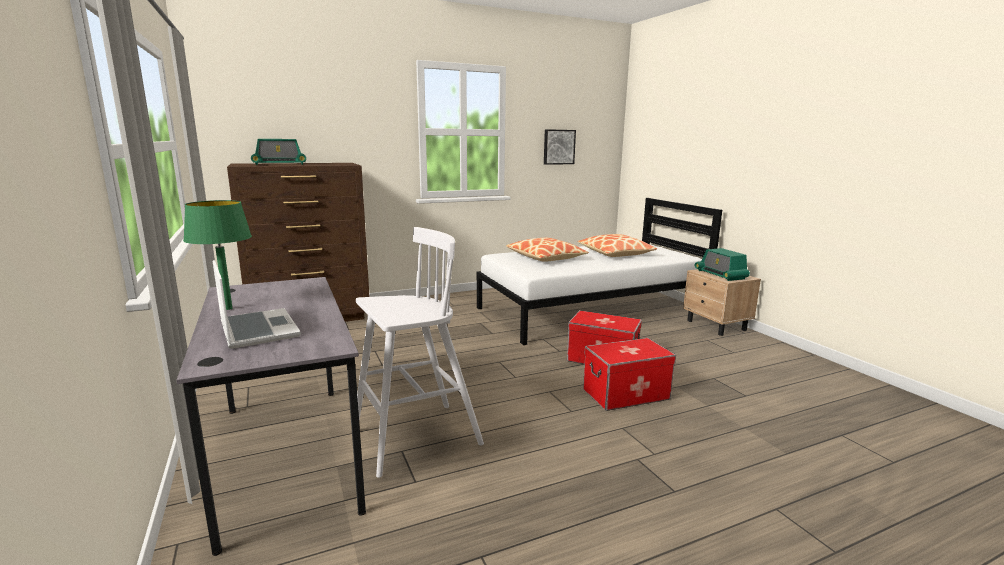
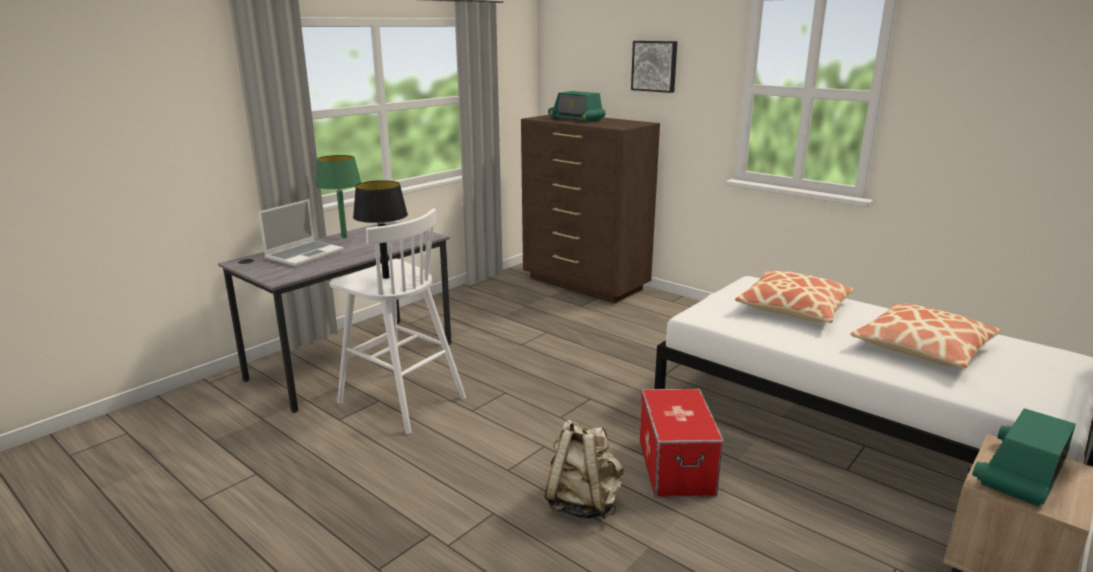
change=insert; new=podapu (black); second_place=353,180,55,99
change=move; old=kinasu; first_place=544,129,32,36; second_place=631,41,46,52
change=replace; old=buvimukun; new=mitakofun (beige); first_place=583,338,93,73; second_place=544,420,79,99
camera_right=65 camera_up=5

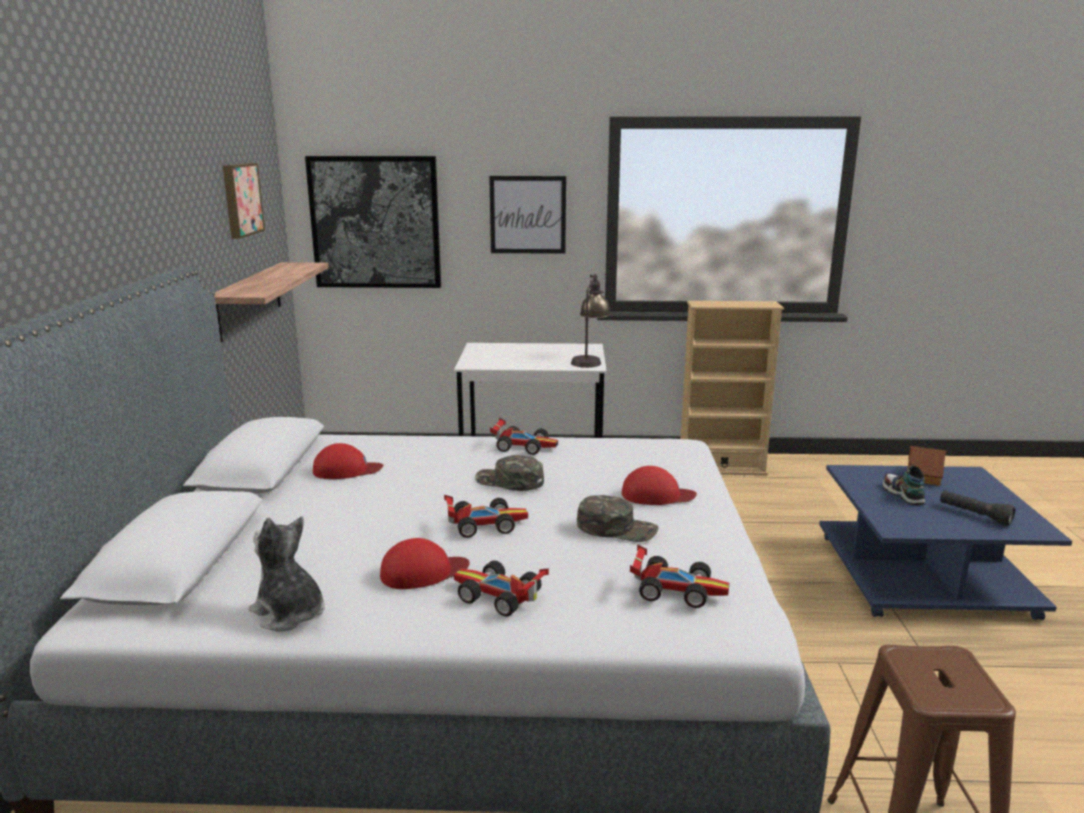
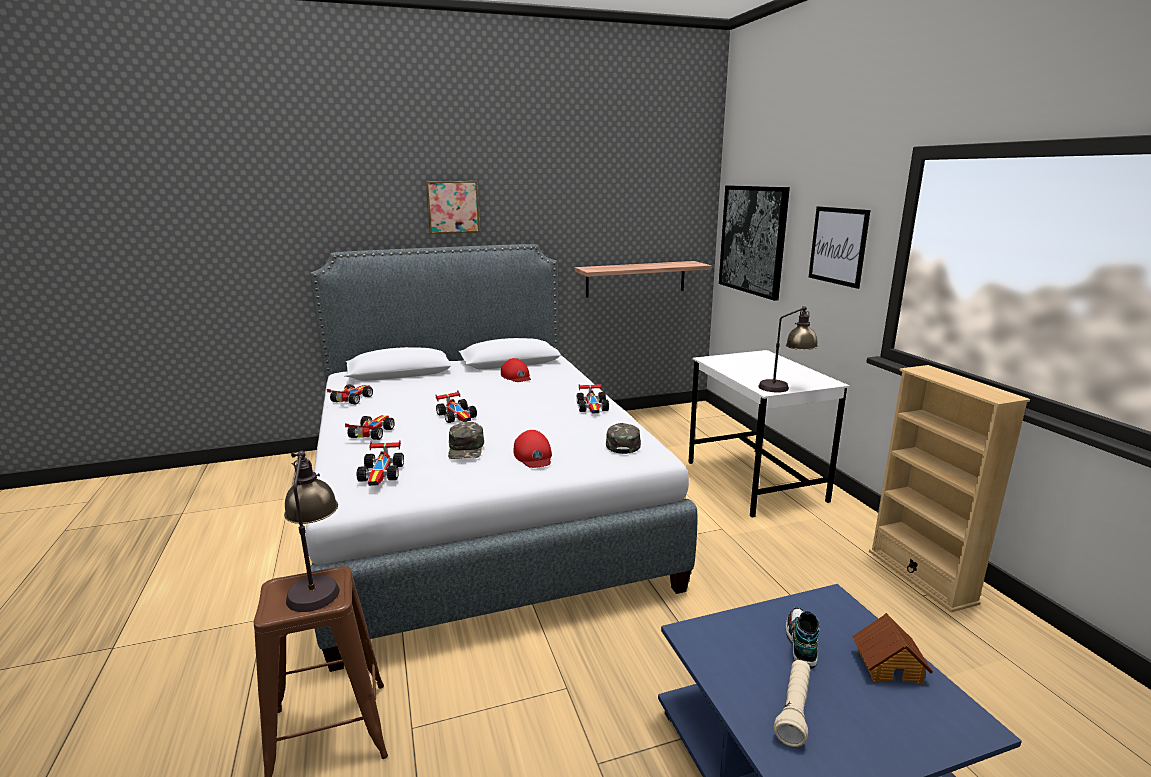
change=delete; old=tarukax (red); first_place=380,538,90,51
change=insert; new=podapu; second_place=284,451,56,161
change=move; old=kinasu; first_place=223,163,42,76; second_place=425,181,55,53
change=move; old=tarukax (green); first_place=475,455,69,36; second_place=606,423,35,31
change=replace; old=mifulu; new=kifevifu; first_place=249,517,76,115; second_place=327,384,46,20
change=recolor; old=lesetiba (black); new=lesetiba (beige); first_place=940,490,75,36; second_place=774,660,36,87
change=rotate; old=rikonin; first_place=883,466,42,39; second_place=786,608,34,61; degrees=-45
camera_right=70 camera_up=0

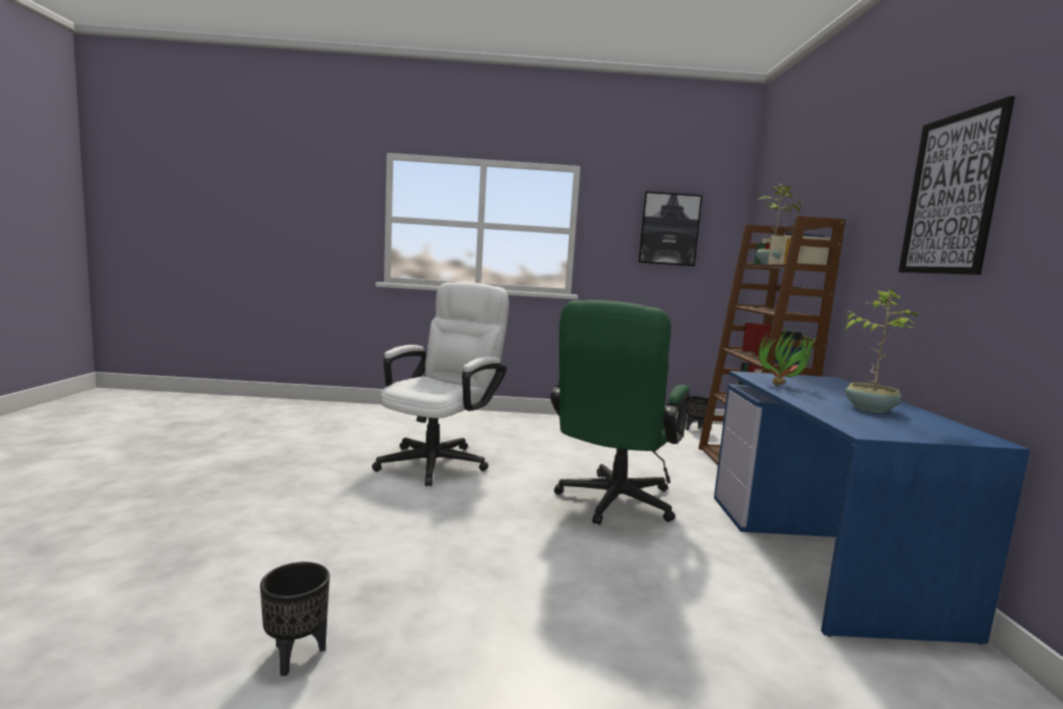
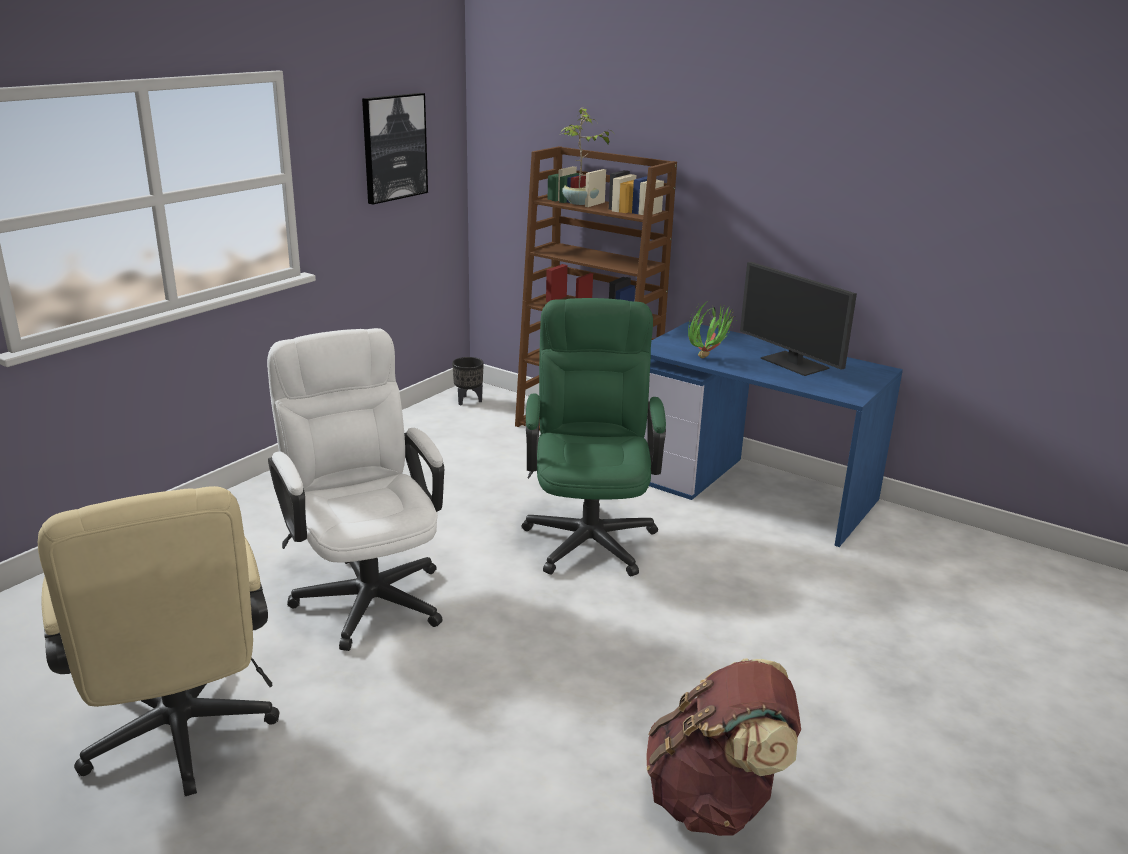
change=delete; old=kinasu; first_place=899,96,116,179
change=insert; new=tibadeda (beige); second_place=38,486,241,310
change=replace; old=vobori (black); new=mitakofun (brown); first_place=260,562,70,114; second_place=646,658,155,178
change=replace; old=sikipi; new=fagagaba; first_place=841,289,79,124; second_place=740,262,117,114
change=rotate; old=tibadeda (green); first_place=550,300,140,225; second_place=522,298,144,279; degrees=-150
camera_right=-55 camera_up=15

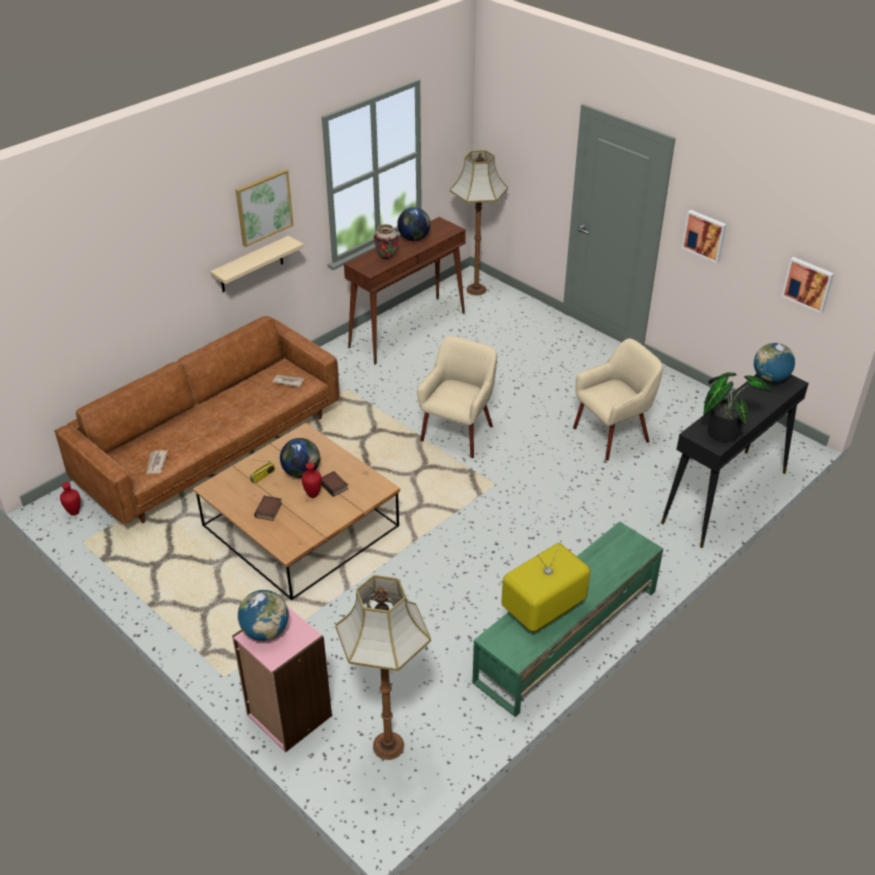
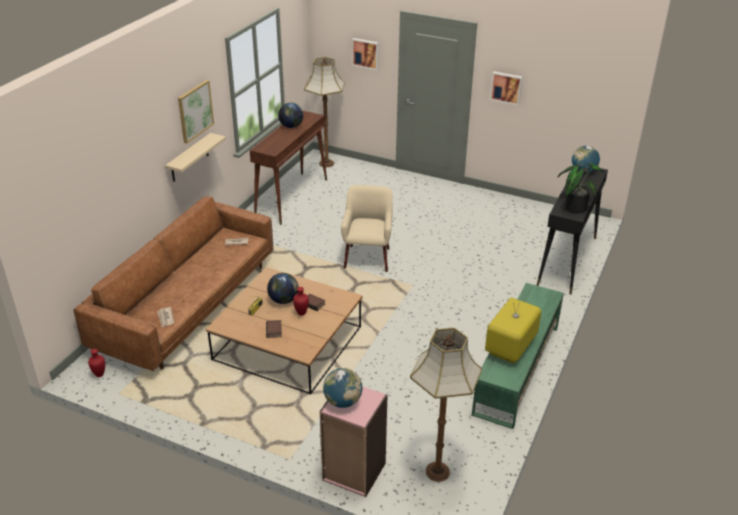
change=delete; old=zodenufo; first_place=374,224,24,36
change=delete; old=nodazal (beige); first_place=573,338,90,123
change=move; old=kinasu; first_place=782,257,52,57; second_place=352,38,27,32
camera_right=-20 camera_up=-5

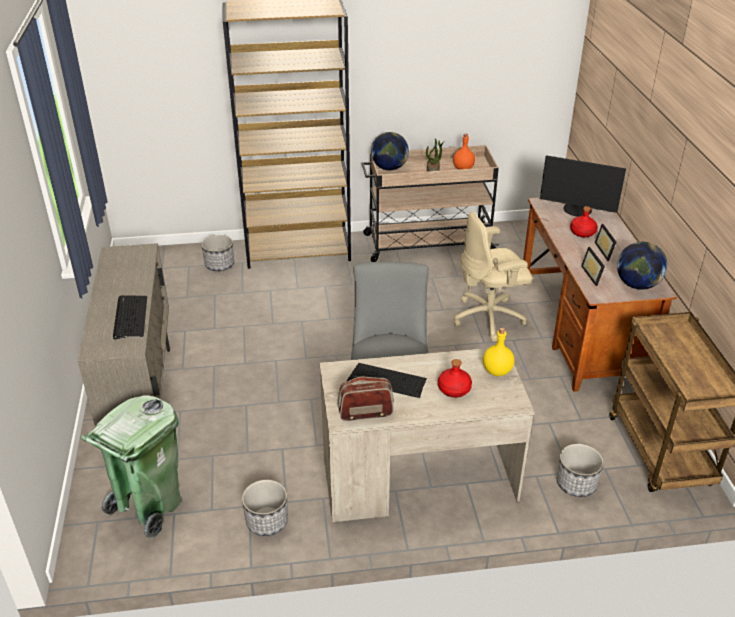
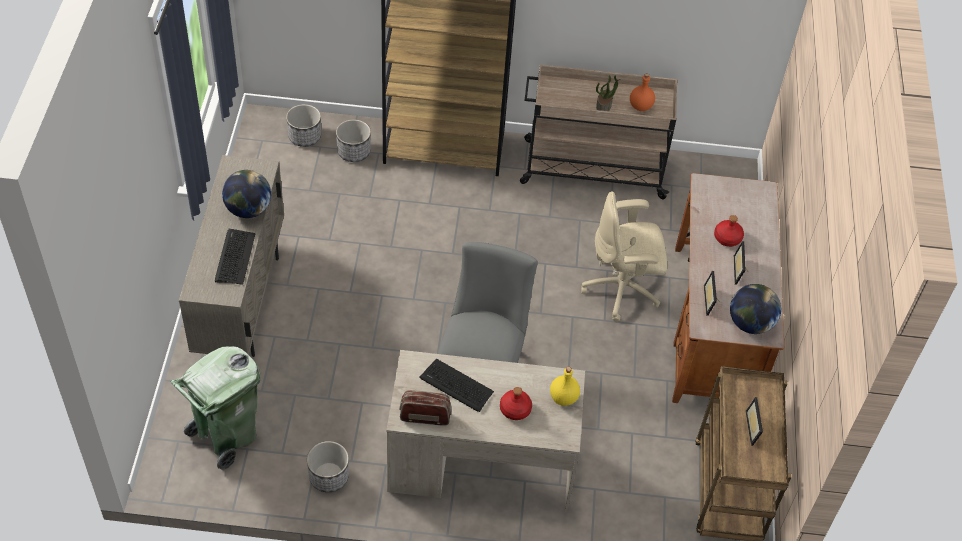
change=delete; old=fagagaba; first_place=540,155,86,62
change=insert; new=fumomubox; second_place=745,397,19,49
change=move; old=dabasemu; first_place=371,132,38,38; second_place=222,170,49,48
change=move; old=vobori; first_place=557,444,47,53; second_place=286,104,35,43
camera_right=10 camera_up=15

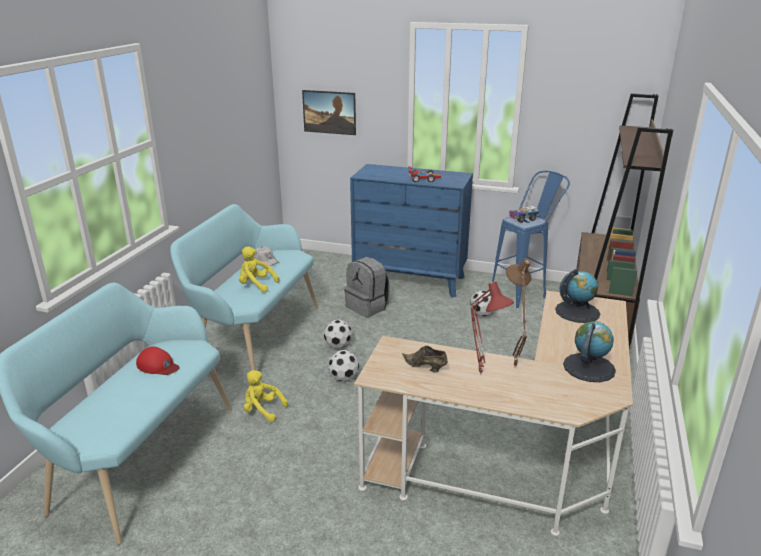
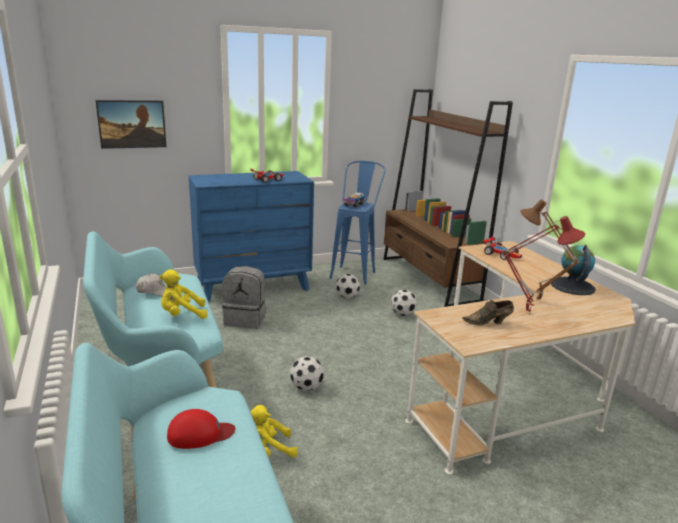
change=move; old=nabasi; first_place=324,320,28,28; second_place=391,290,26,26
change=replace; old=dabasemu; new=kifevifu; first_place=555,269,45,54; second_place=482,236,40,24
camera_right=-40 camera_up=-5

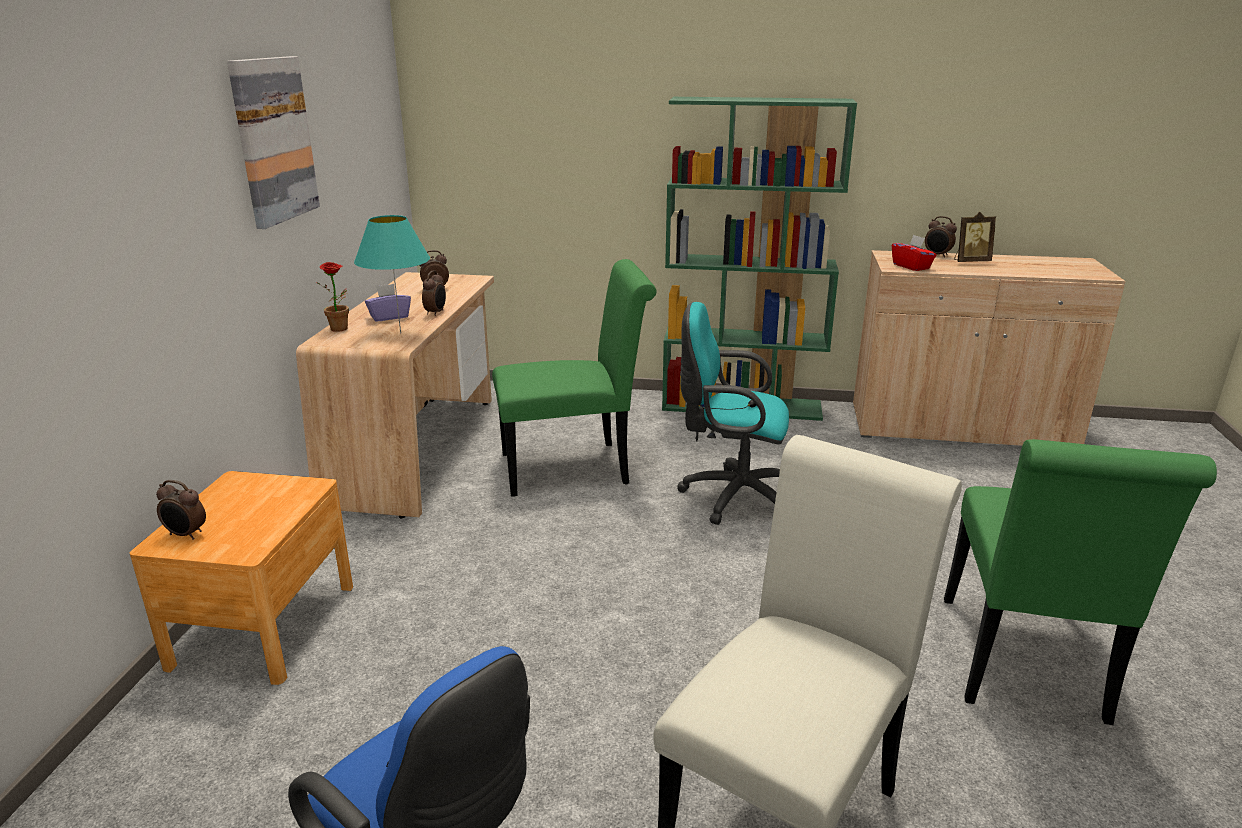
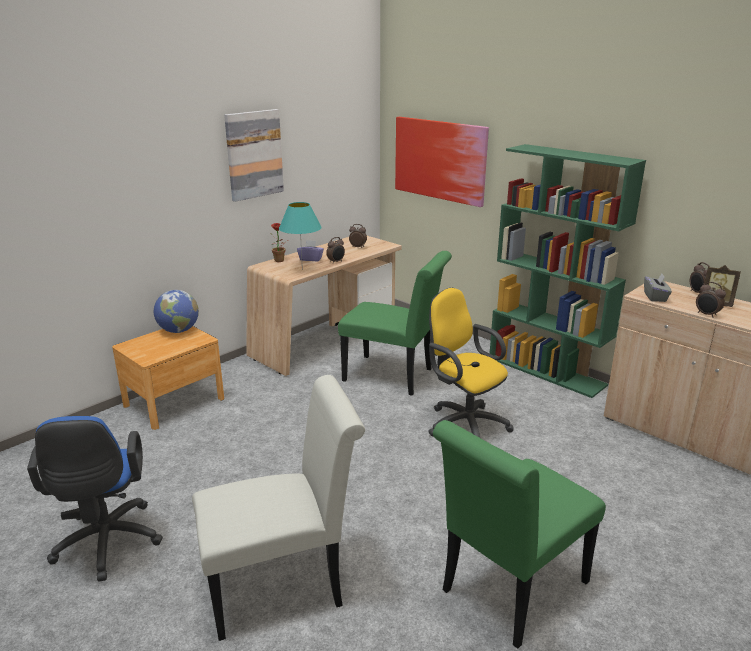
change=insert; new=dabasemu; second_place=154,290,45,43
change=insert; new=kinasu; second_place=395,117,94,90
change=move; old=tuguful; first_place=156,480,50,60; second_place=696,282,30,36
change=recolor; old=tibadeda (turquoise); new=tibadeda (yellow); first_place=677,302,112,223; second_place=428,288,86,150
change=recolor; old=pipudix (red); new=pipudix (grey); first_place=892,235,45,36; second_place=644,274,28,28
camera_right=35 camera_up=0

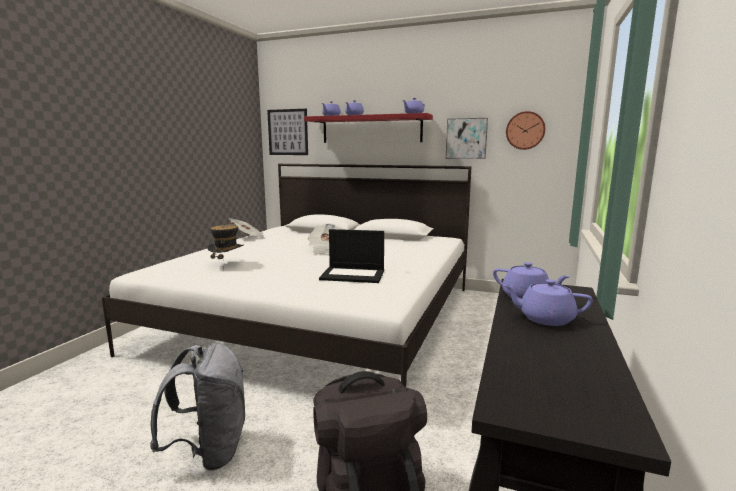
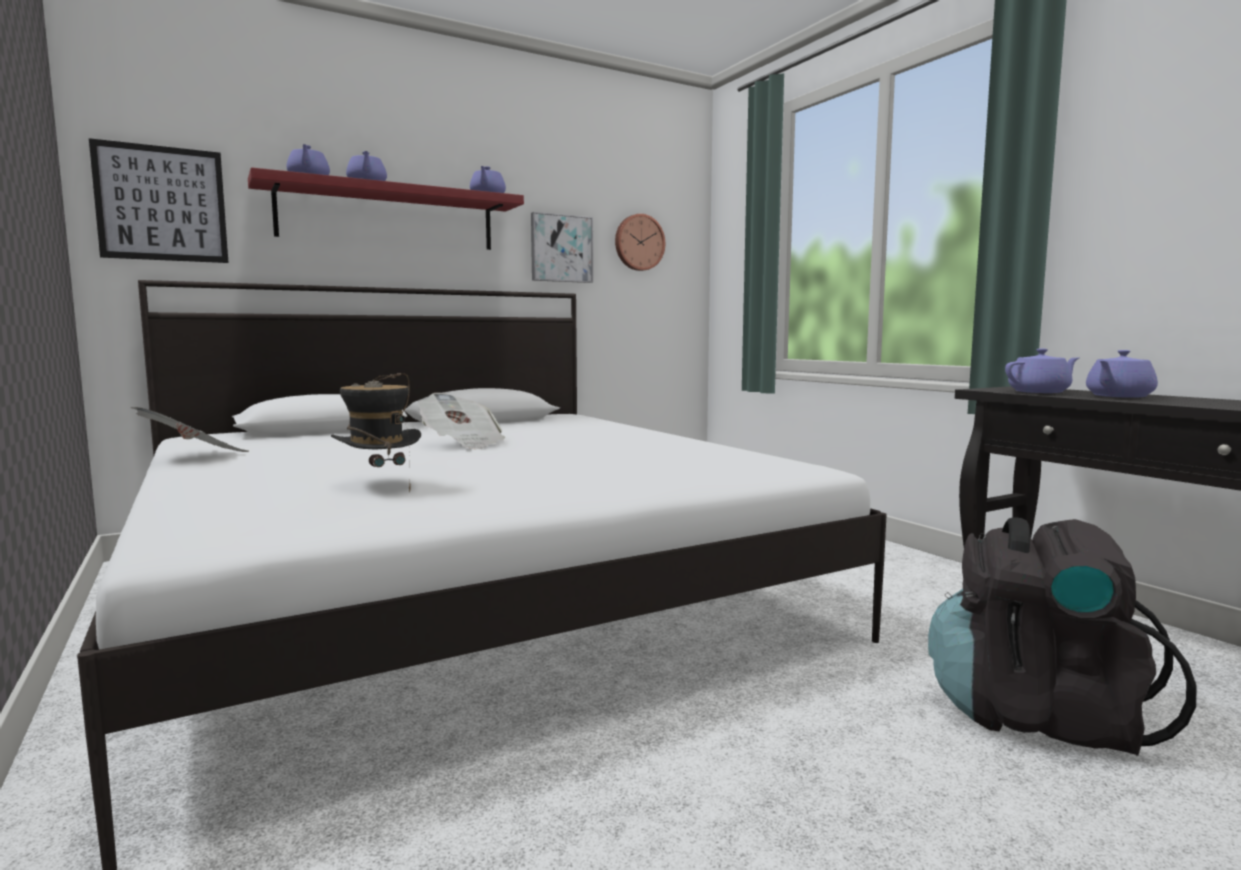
change=delete; old=mitakofun (grey); first_place=150,343,95,128
change=delete; old=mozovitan; first_place=319,229,65,54
camera_right=-50 camera_up=-5

